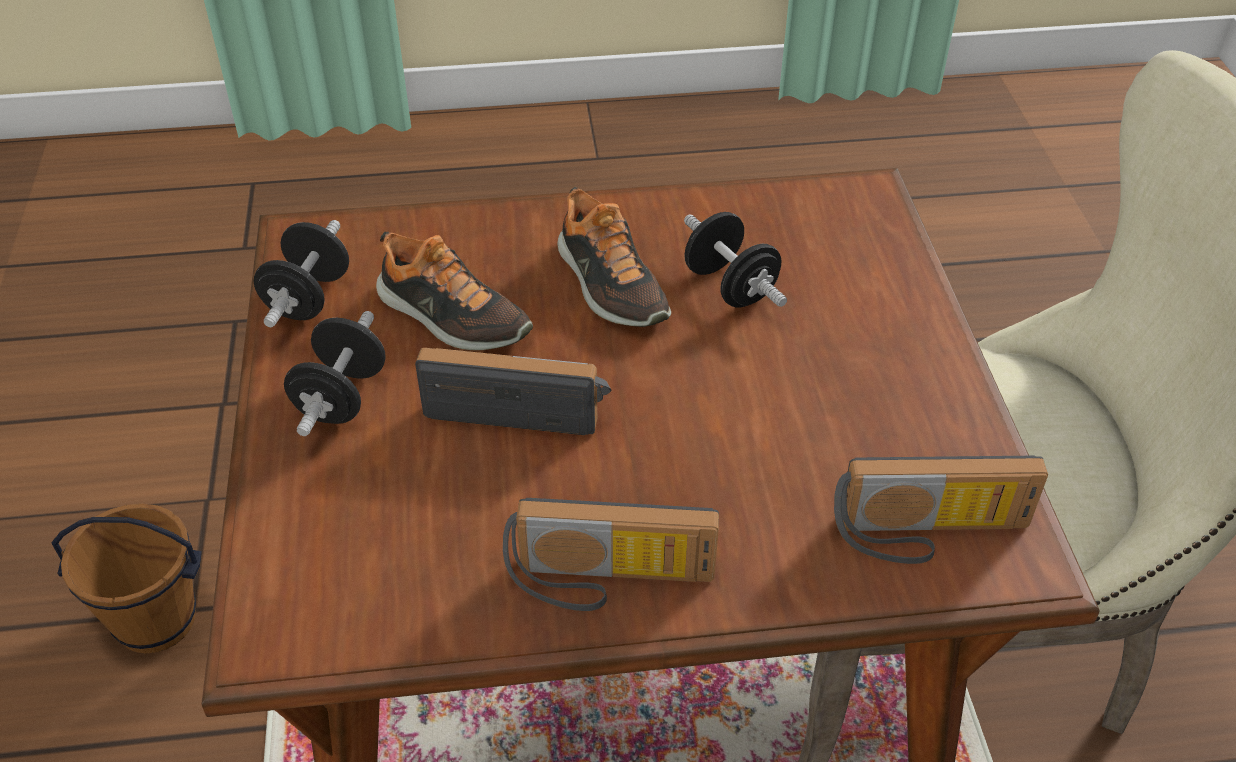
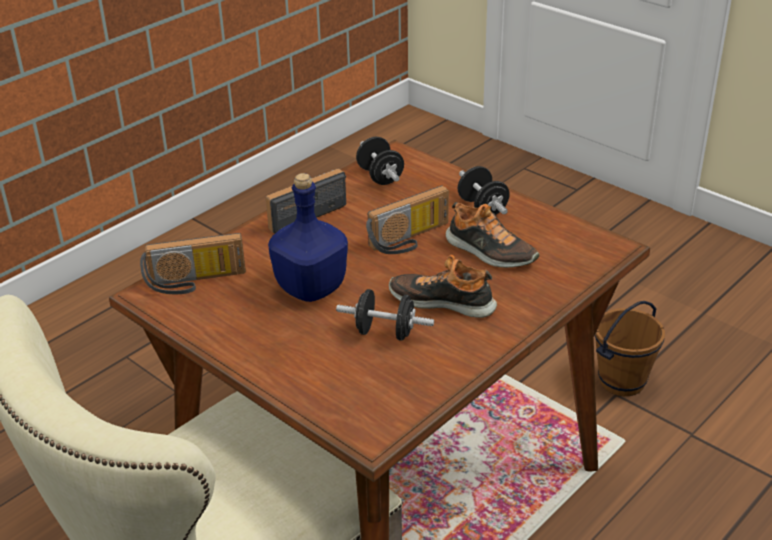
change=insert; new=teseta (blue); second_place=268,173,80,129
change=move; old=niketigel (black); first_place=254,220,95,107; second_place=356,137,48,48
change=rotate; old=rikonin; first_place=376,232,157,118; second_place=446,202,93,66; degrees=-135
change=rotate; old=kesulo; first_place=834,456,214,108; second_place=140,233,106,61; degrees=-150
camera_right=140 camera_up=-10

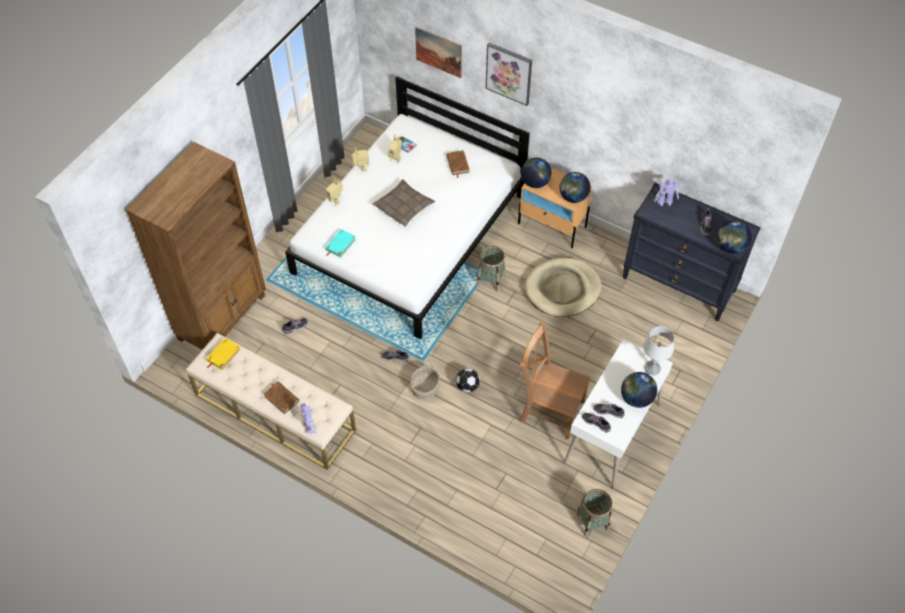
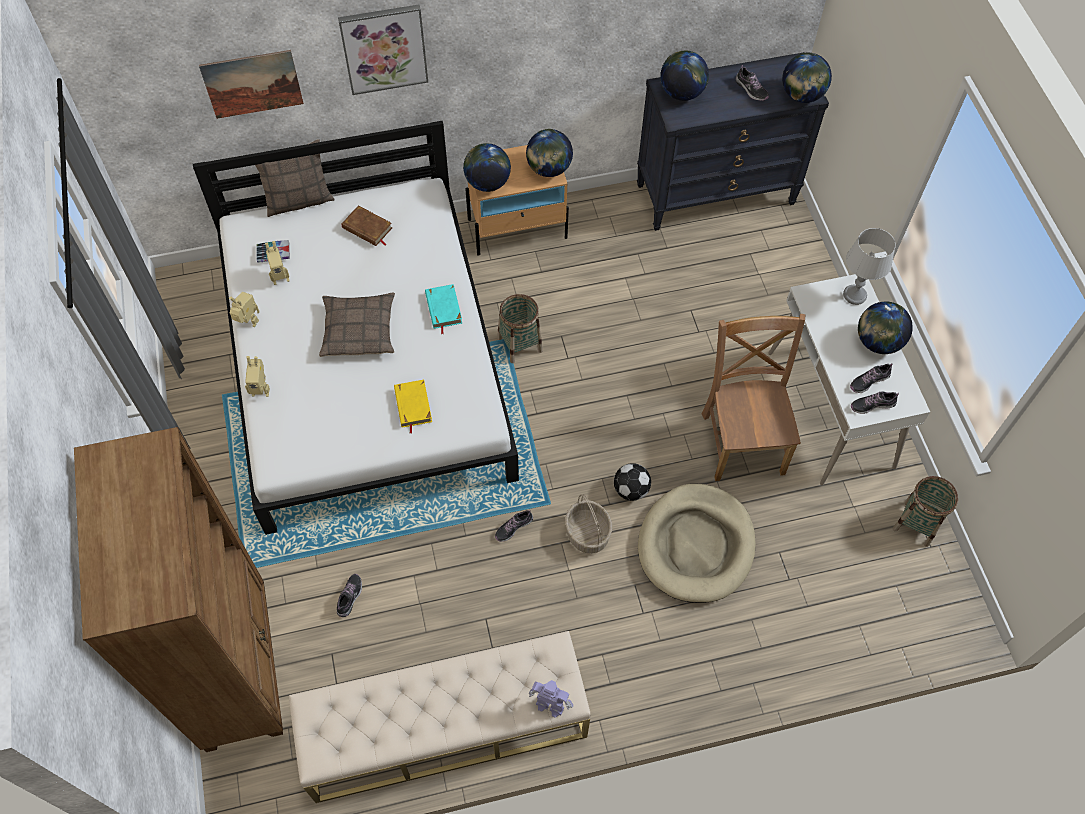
change=delete; old=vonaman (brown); first_place=264,381,35,33
change=insert; new=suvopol; second_place=255,139,80,78
change=move; old=vonaman (yellow); first_place=206,338,35,32; second_place=394,380,38,53
change=move; old=vonaman (turquoise); first_place=325,229,31,29; second_place=425,284,37,50
change=move; old=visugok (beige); first_place=525,258,77,59; second_place=638,484,118,119
change=replace; old=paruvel; new=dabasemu; first_place=654,179,26,27; second_place=660,50,49,51
change=rotate; old=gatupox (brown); first_place=520,321,70,119; second_place=702,314,103,167; degrees=105
camera_right=-45 camera_up=5

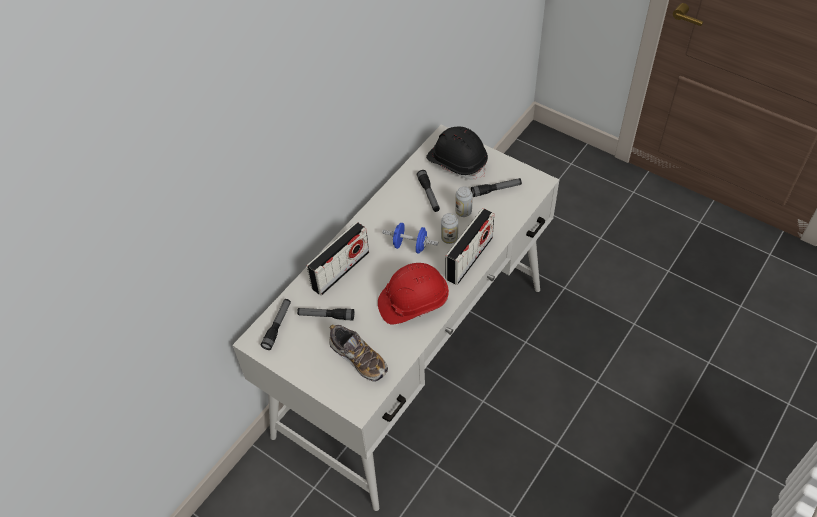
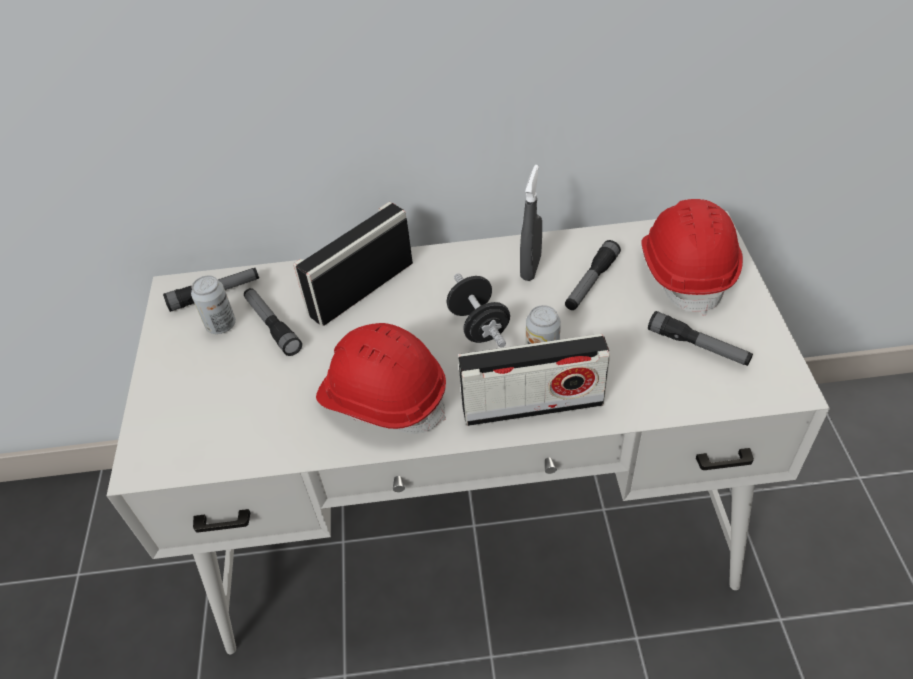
change=delete; old=rikonin; first_place=329,324,59,58
change=insert; new=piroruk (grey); second_place=520,165,22,116
change=move; old=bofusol; first_place=455,187,18,30; second_place=191,276,45,58
change=recolor; old=niketigel (blue); new=niketigel (black); first_place=382,223,56,30; second_place=447,273,63,75
change=recolor; old=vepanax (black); new=vepanax (red); first_place=426,127,62,53; second_place=641,199,102,117
change=rotate; old=kesulo; first_place=307,222,62,74; second_place=293,202,120,124; degrees=135
camera_right=50 camera_up=-5

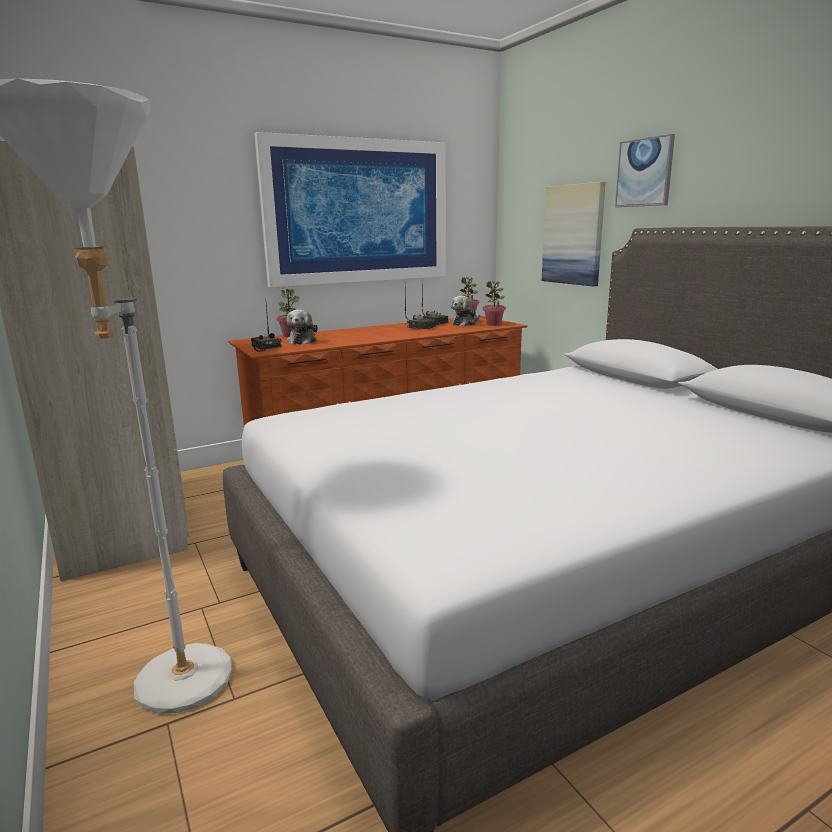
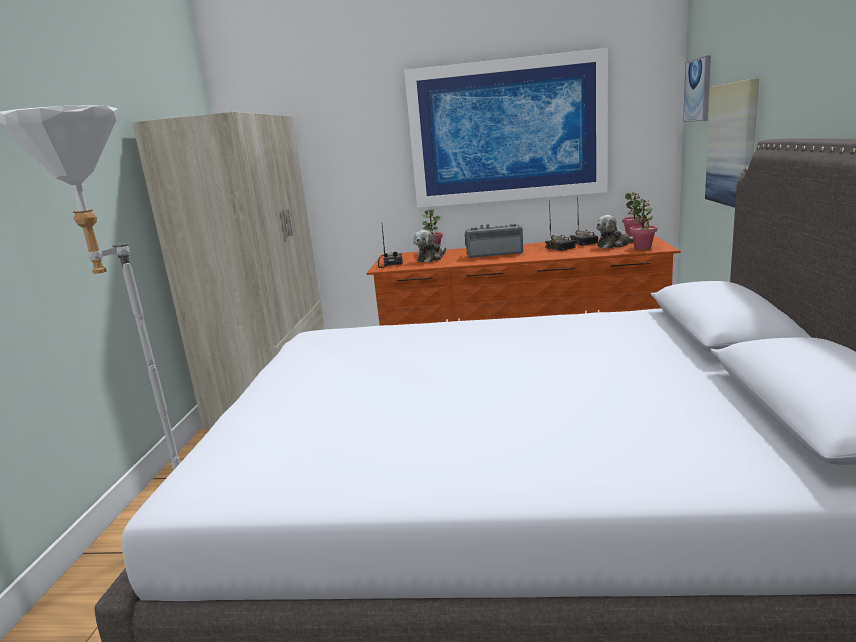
change=insert; new=kesulo; second_place=464,224,59,34
change=move; old=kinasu; first_place=615,134,60,73; second_place=683,55,28,67
camera_right=35 camera_up=0

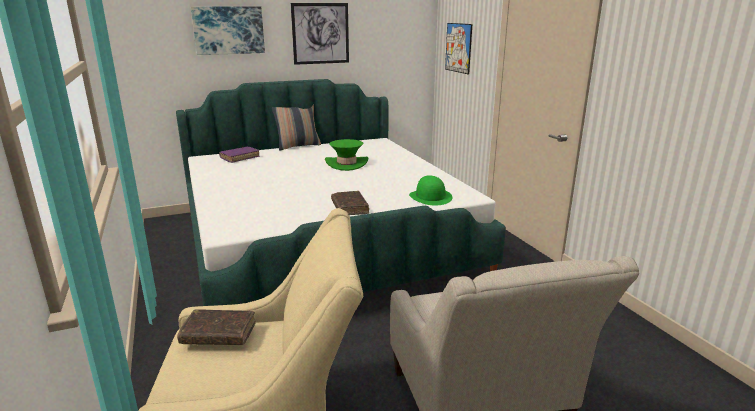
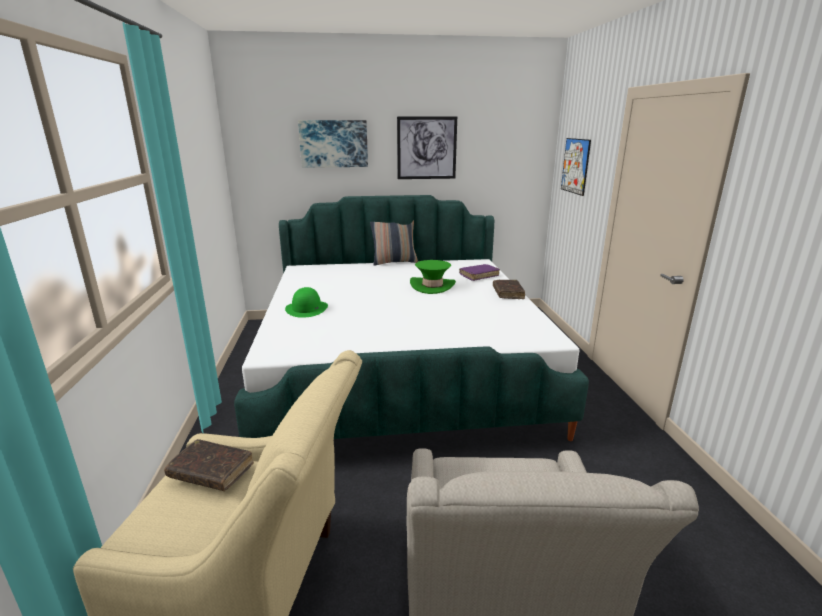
change=move; old=vonaman (purple); first_place=219,147,40,16; second_place=459,264,41,17
change=move; old=vonaman (brown); first_place=331,191,38,24; second_place=493,280,32,19
change=move; old=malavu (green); first_place=409,175,43,30; second_place=285,287,43,31
camera_right=15 camera_up=0

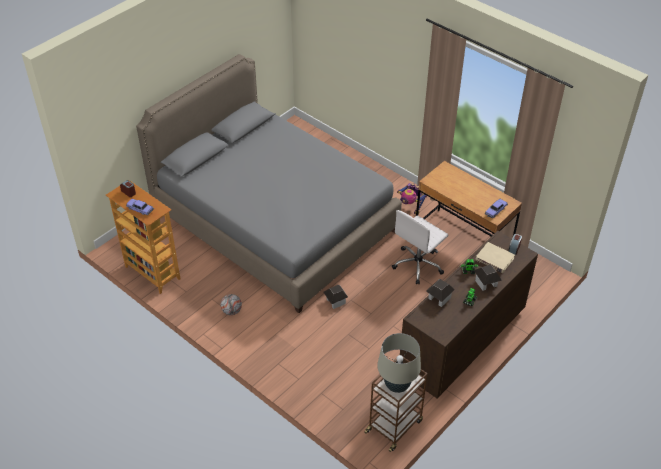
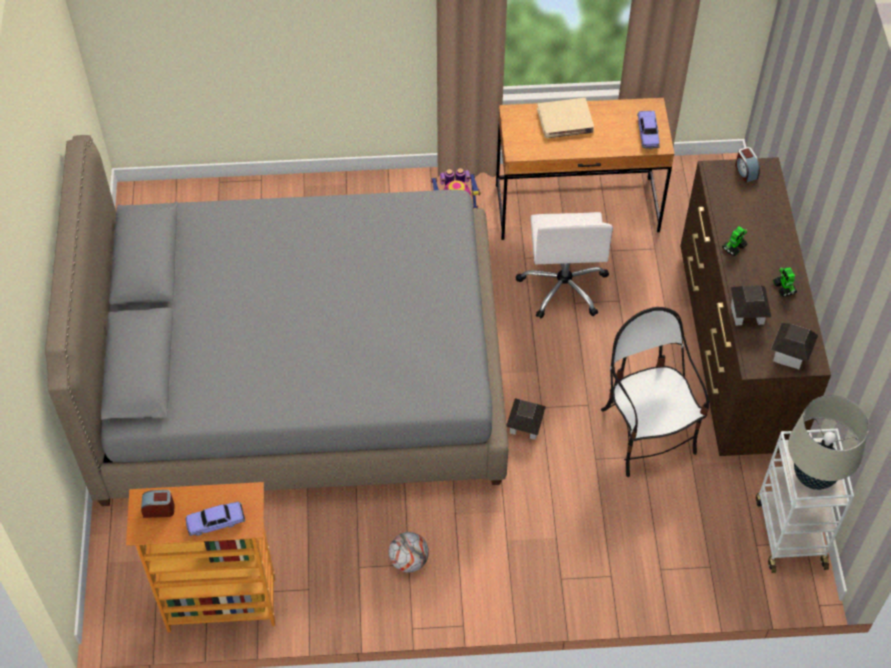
change=insert; new=gatupox; second_place=601,307,108,170
change=move; old=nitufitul; first_place=474,265,28,26; second_place=771,323,47,46
change=move; old=vonaman (beige); first_place=476,242,39,31; second_place=537,98,57,41
change=recolor; old=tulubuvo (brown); new=tulubuvo (white); first_place=364,355,64,97; second_place=756,428,98,145
camera_right=-45 camera_up=10

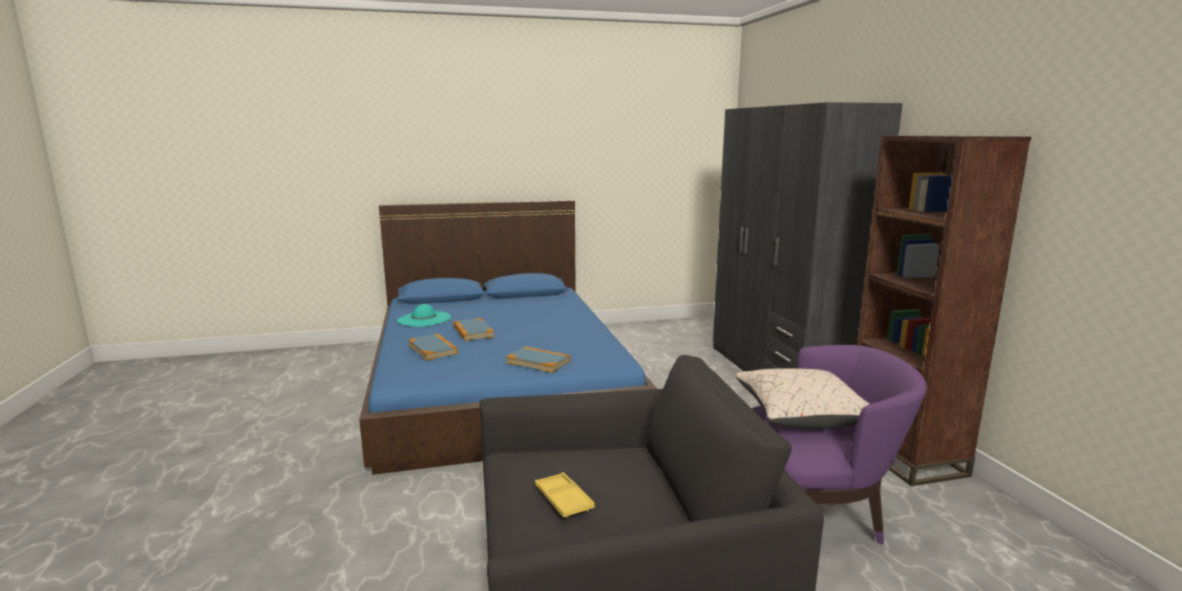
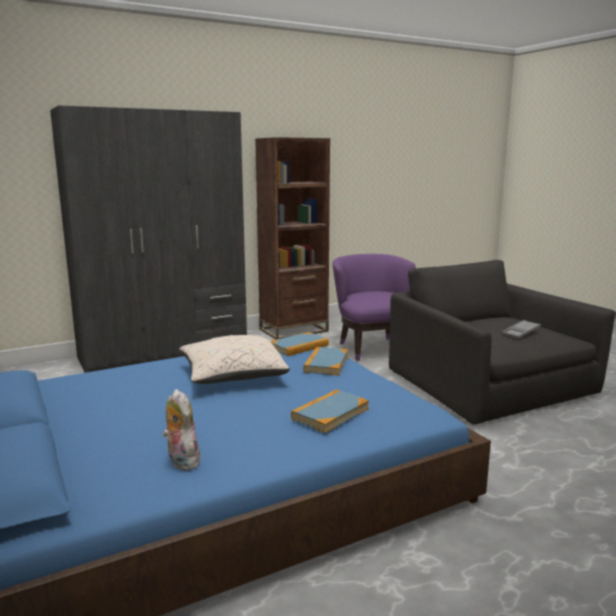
change=move; old=vonaman; first_place=453,318,41,23; second_place=270,332,59,24
change=move; old=suvopol (beige); first_place=735,368,134,61; second_place=180,335,110,49
change=replace; old=malavu (turquoise); new=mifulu; first_place=397,304,54,23; second_place=163,389,37,81
change=recolor; old=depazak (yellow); new=depazak (grey); first_place=535,472,60,46; second_place=502,320,38,19
camera_right=-105 camera_up=0

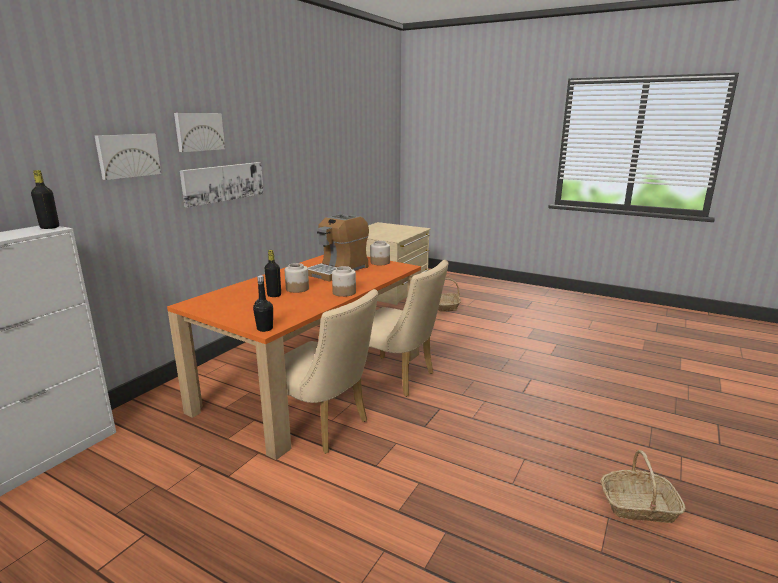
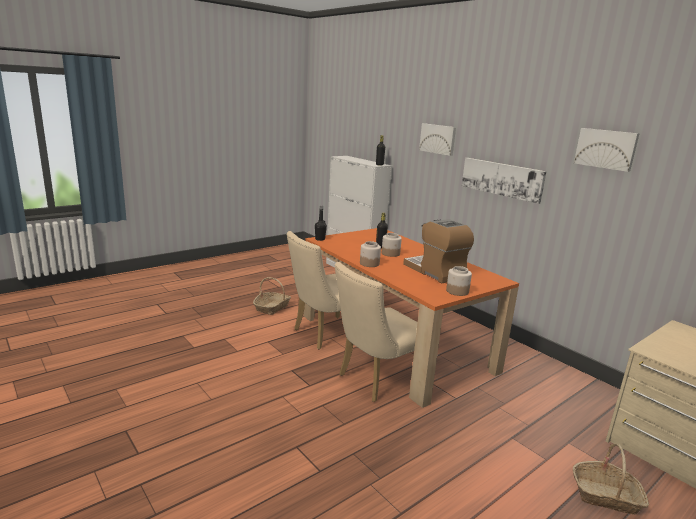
change=move; old=kinasu; first_place=174,113,51,39; second_place=574,128,66,44
change=move; old=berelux; first_place=600,450,86,73; second_place=253,277,38,38
camera_right=110 camera_up=0

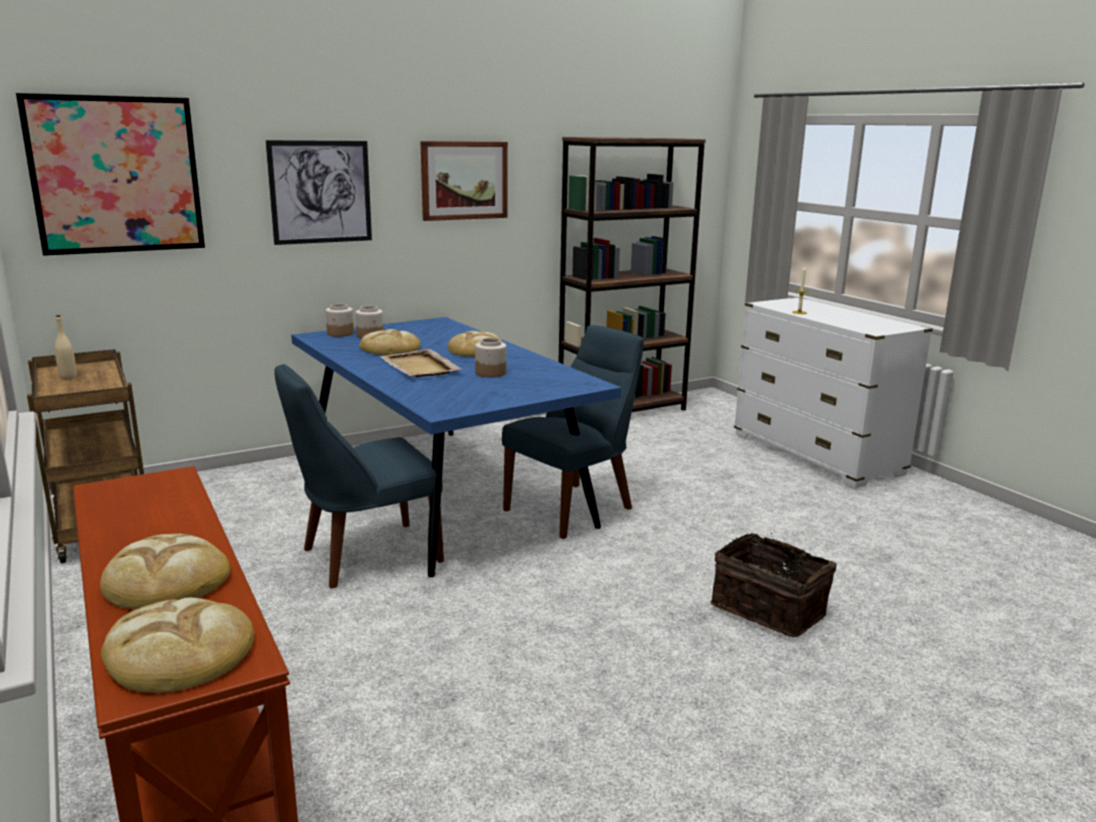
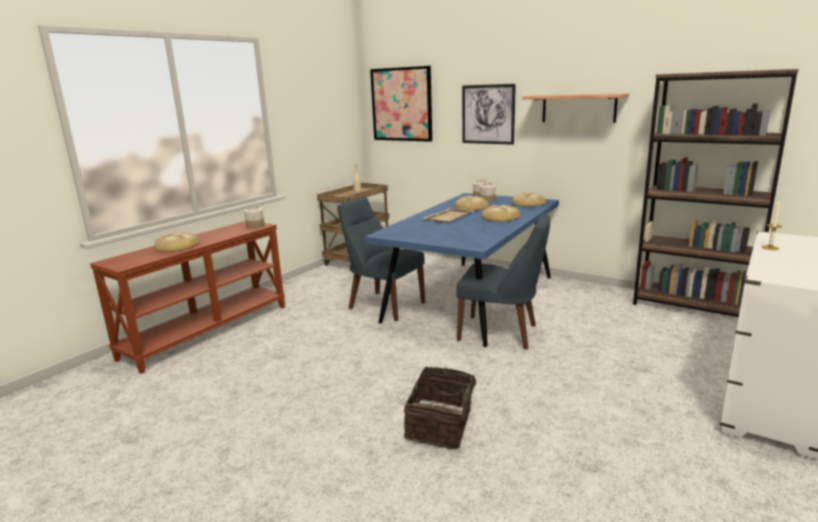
change=move; old=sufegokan; first_place=101,598,153,95; second_place=512,192,34,15
change=move; old=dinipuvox; first_place=475,338,32,39; second_place=244,206,21,22
change=replace; old=kinasu; new=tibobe; first_place=420,141,88,80; second_place=522,93,107,30
camera_right=65 camera_up=0

